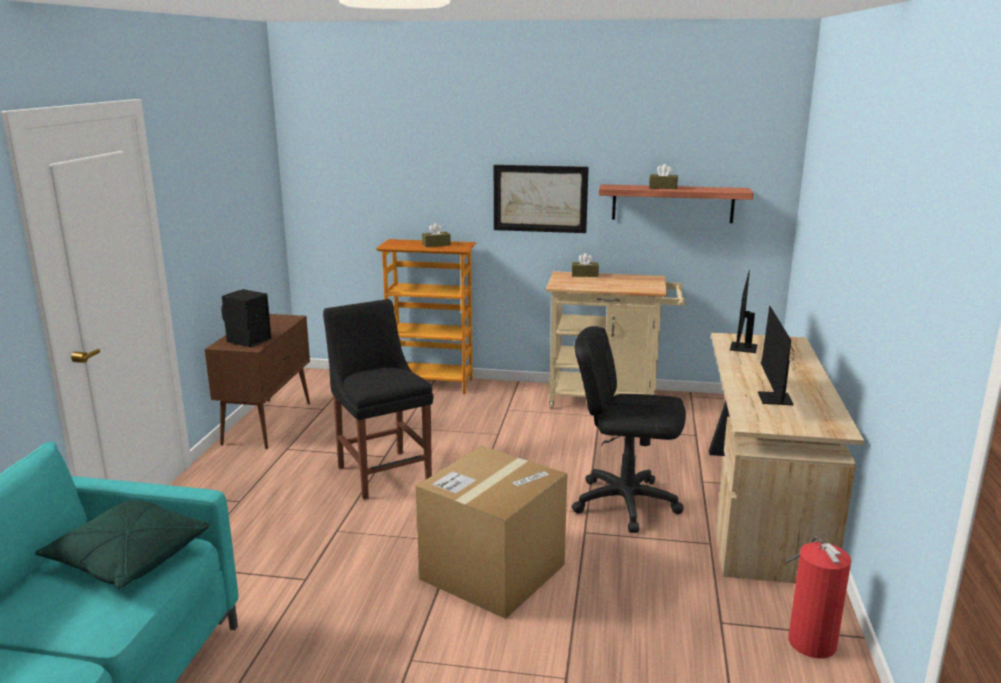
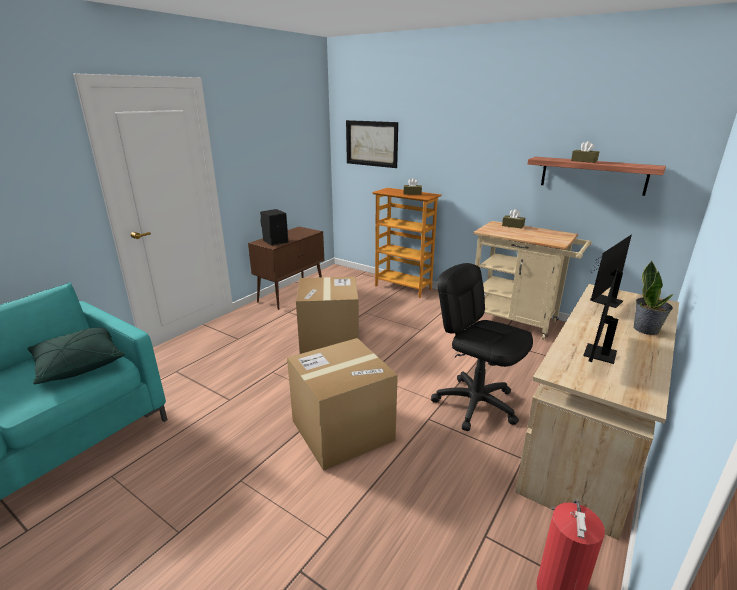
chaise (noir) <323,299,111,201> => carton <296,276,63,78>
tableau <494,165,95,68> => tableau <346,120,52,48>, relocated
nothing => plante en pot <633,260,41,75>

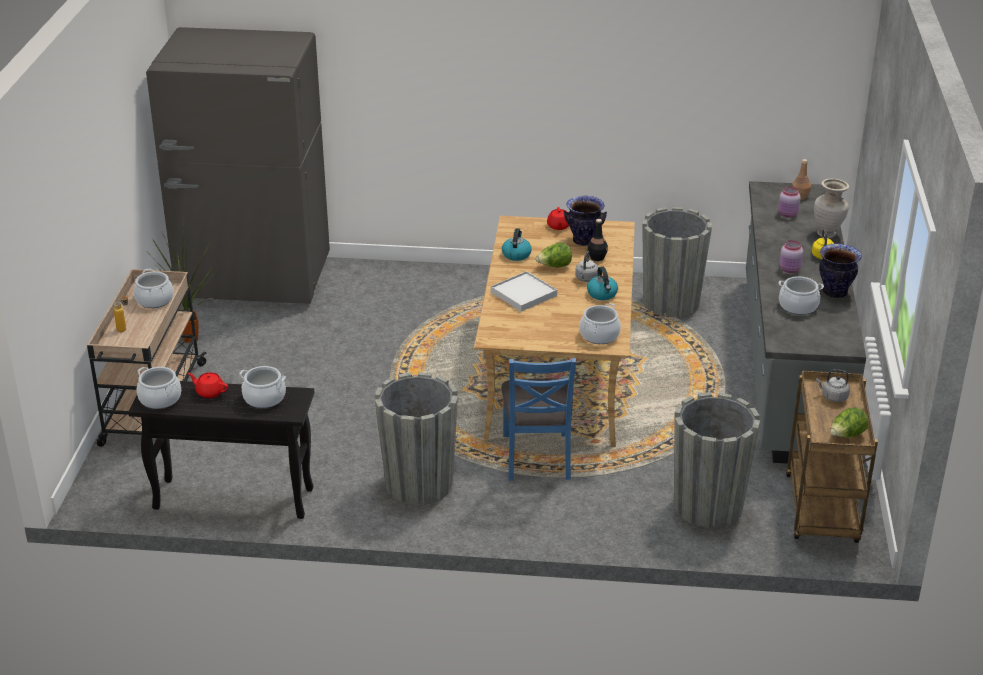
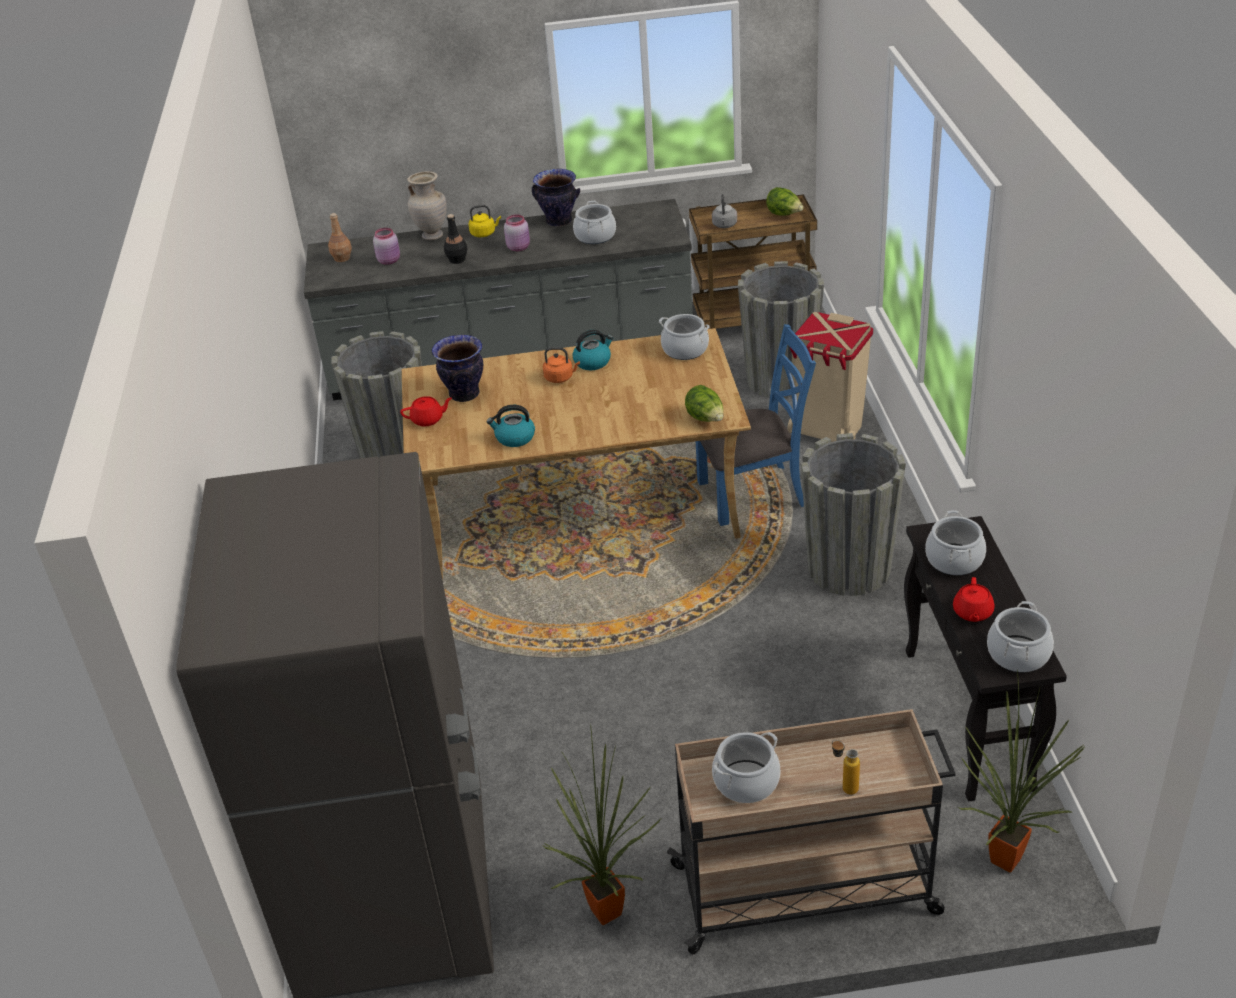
bouteille (noir) <588,219,20,42> => bouteille (noir) <444,214,23,50>, relocated
bouilloire (gris) <575,251,24,31> => bouilloire (orange) <543,347,37,36>
laitue <536,243,36,25> => laitue <685,385,39,37>, relocated
nothing => poubelle (beige) <787,312,86,130>
nothing => plante en pot <958,670,127,203>
plateau (blanc) <491,271,66,41> => nothing

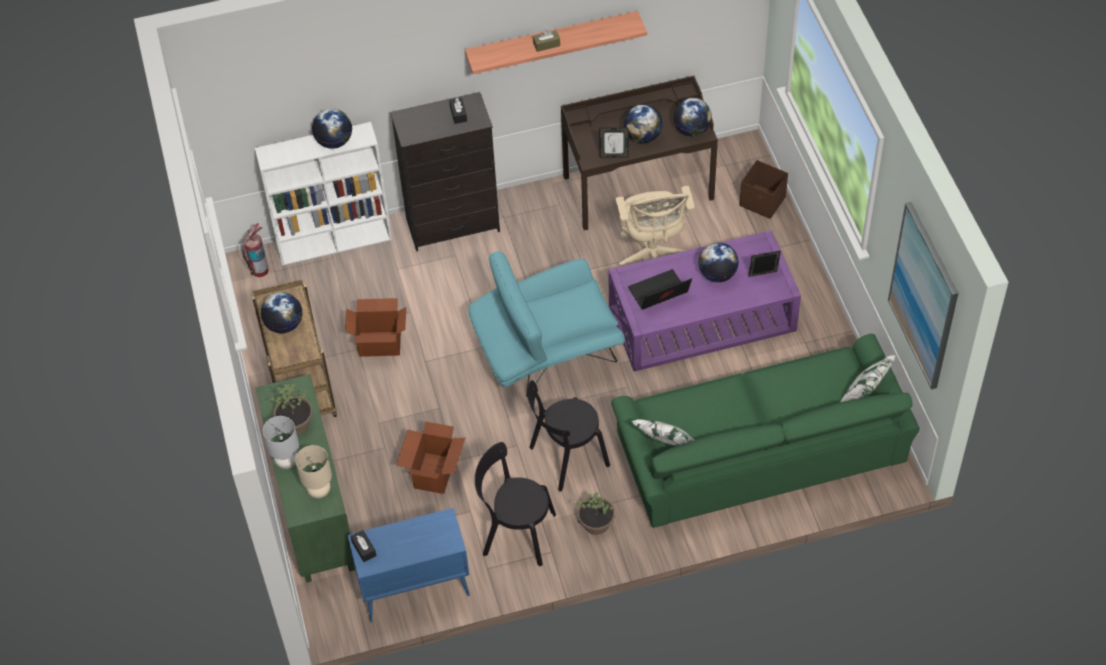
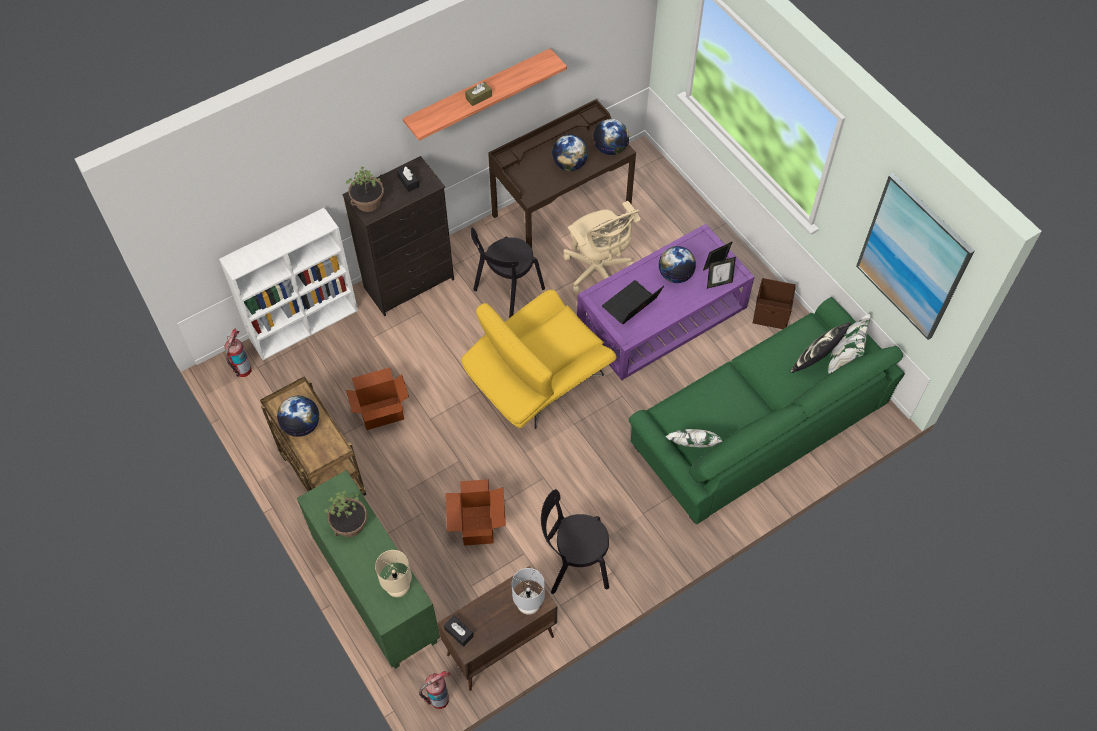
plante en pot <576,492,39,43> => plante en pot <346,167,38,45>, relocated
nothing => extincteur <419,671,32,38>
meuble de rangement (bleu) <348,508,122,114> => meuble de rangement (marron) <438,566,119,125>
fauteuil (turquoise) <468,251,157,146> => fauteuil (jaune) <461,290,156,139>
chaise (noir) <527,380,83,112> => chaise (noir) <471,228,74,90>, relocated
lampe de table (gris) <263,416,36,53> => lampe de table (gris) <512,568,33,47>, relocated
cadre photo <599,128,30,30> => cadre photo <707,257,29,32>, relocated
boîte de rangement (marron) <739,160,49,59> => boîte de rangement (marron) <753,278,43,51>, relocated
nothing => coussin <791,322,60,51>
globe <312,108,40,41> => nothing

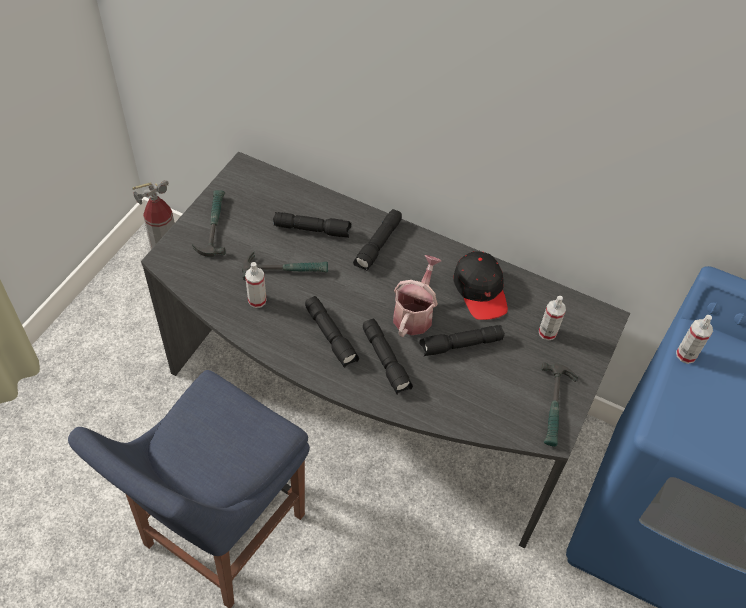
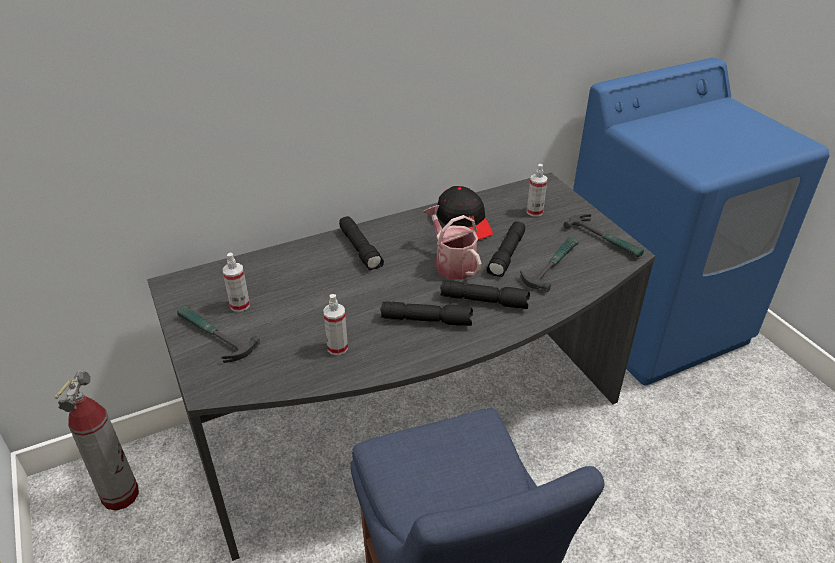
vaporisateur <676,315,37,49> => vaporisateur <223,253,27,59>, relocated
casquette (noir) <453,251,55,69> => casquette (noir) <437,186,56,54>, 45 degrees clockwise
marteau <242,252,86,29> => marteau <520,237,59,55>, relocated
lampe de poche (noir) <273,212,78,26> => nothing

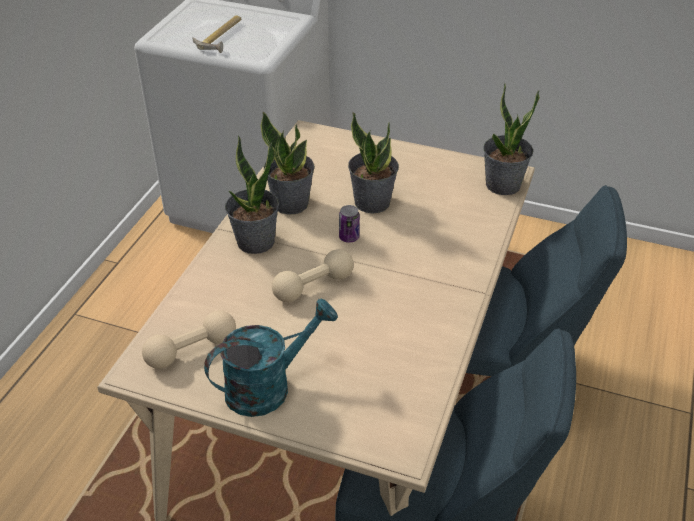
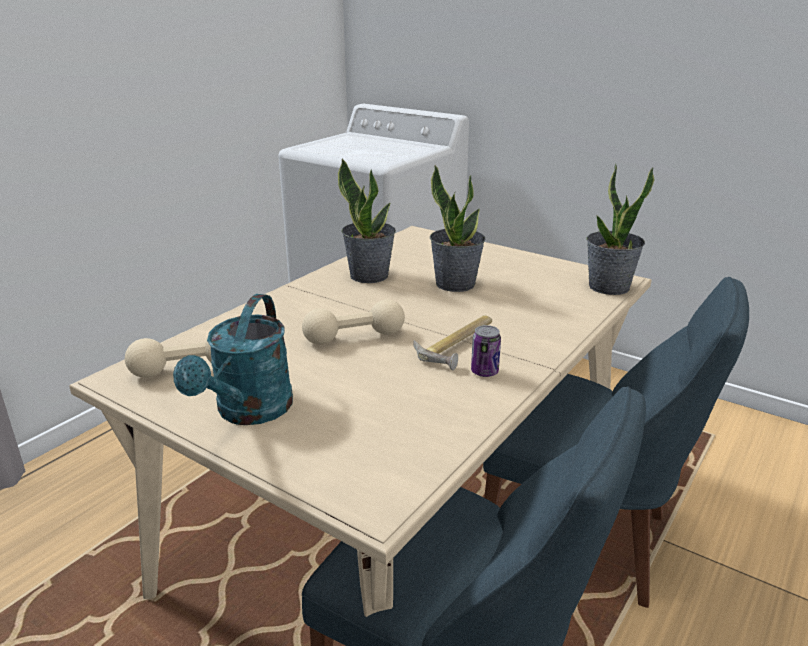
arrosoir (turquoise) <204,299,134,118> => arrosoir (turquoise) <173,294,120,131>, 120 degrees clockwise
marteau <192,15,49,38> => marteau <413,315,79,55>, relocated
boîte métallique <339,205,21,38> => boîte métallique <471,325,30,52>, relocated
plante en pot <225,135,54,119> => nothing

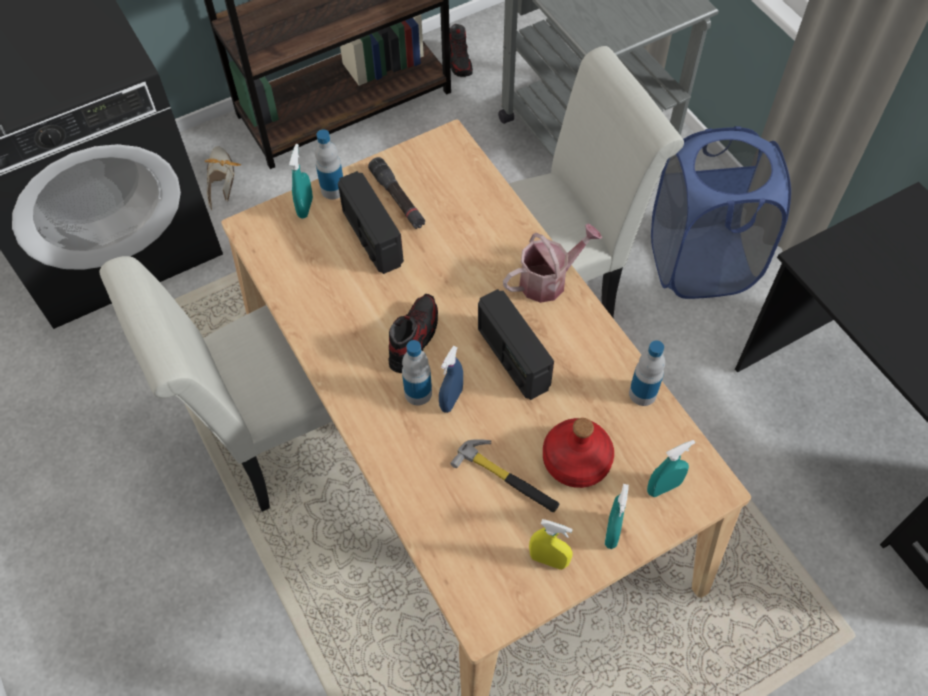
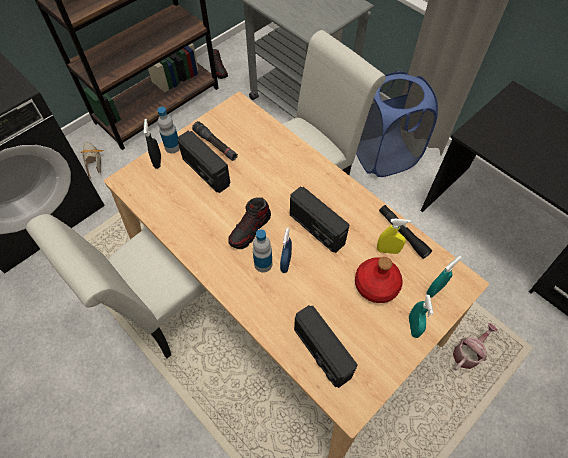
vaporisateur (turquoise) <289,144,24,75> => vaporisateur (noir) <144,119,17,50>
chaussure <388,294,50,79> => chaussure <228,197,43,52>, 150 degrees counterclockwise
nothing => radio <294,305,64,83>
vaporisateur (jaune) <529,519,44,51> => vaporisateur (jaune) <377,219,34,35>, relocated
bouteille <629,340,36,66> => lampe de poche (noir) <379,205,53,54>
arrosoir <503,224,99,79> => arrosoir <453,323,45,48>, relocated
marteau <450,439,110,73> => nothing

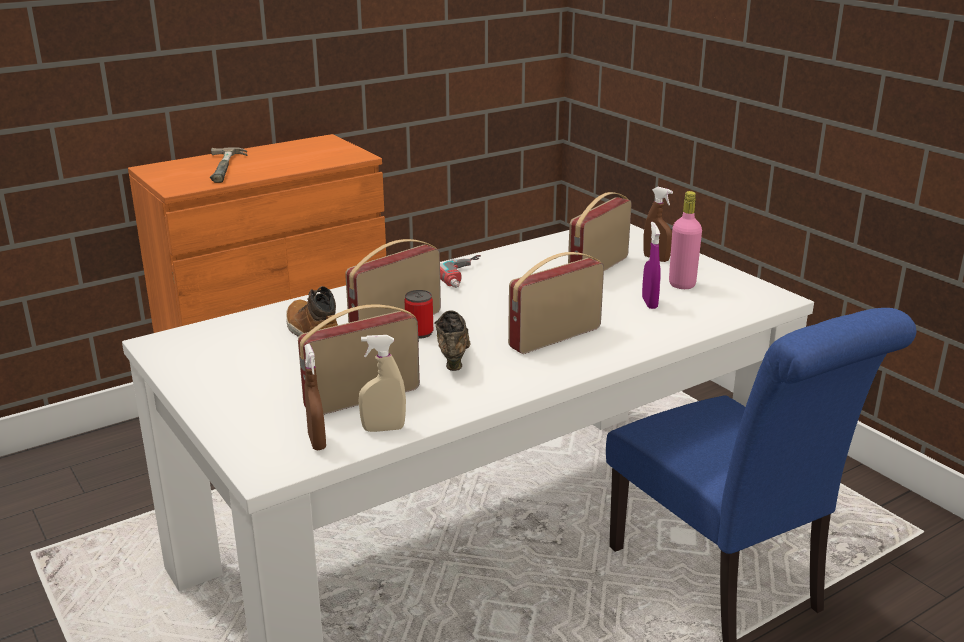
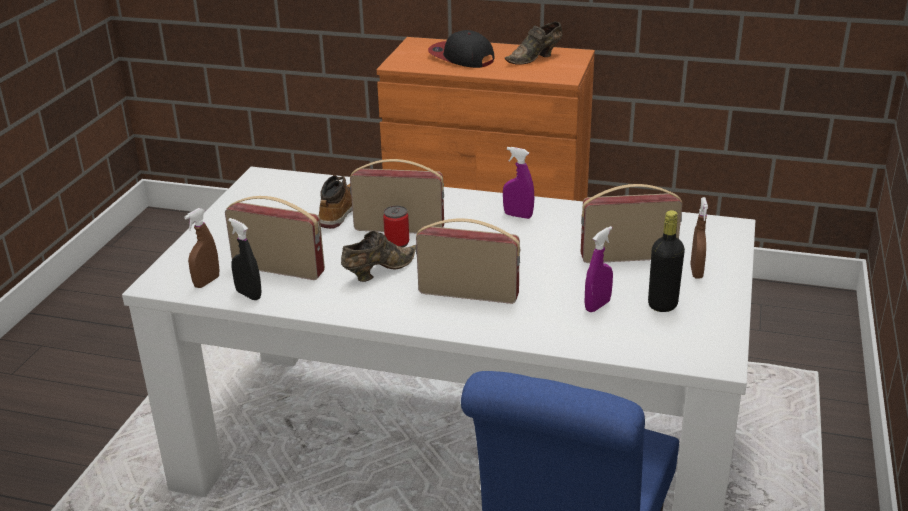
vaporisateur (beige) <359,335,47,97> => vaporisateur (noir) <228,218,34,82>
marteau <210,147,38,36> => casquette <428,30,66,38>
perceuse <440,255,41,33> => vaporisateur (violet) <503,147,31,72>
nothing => chaussure (marron) <505,21,57,44>
bouteille (rose) <669,191,33,98> => bouteille (noir) <648,210,37,102>

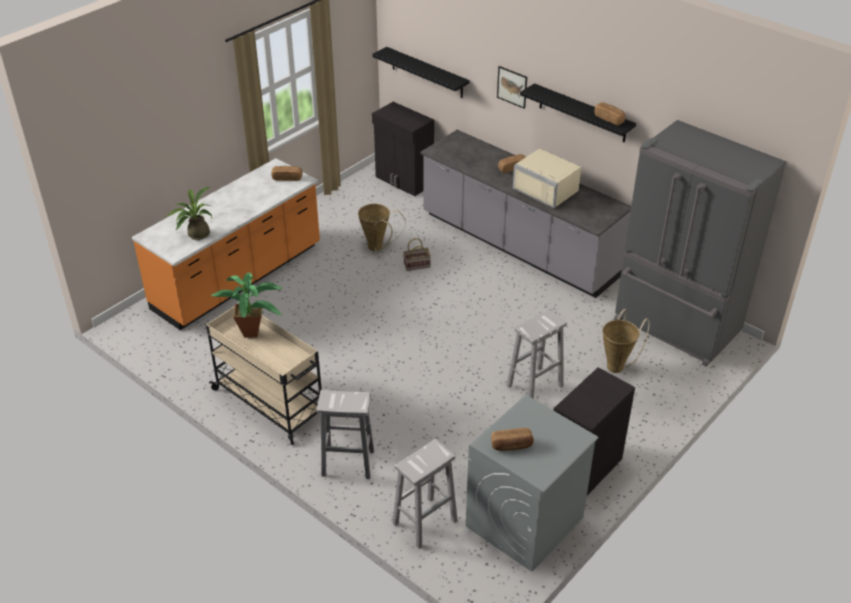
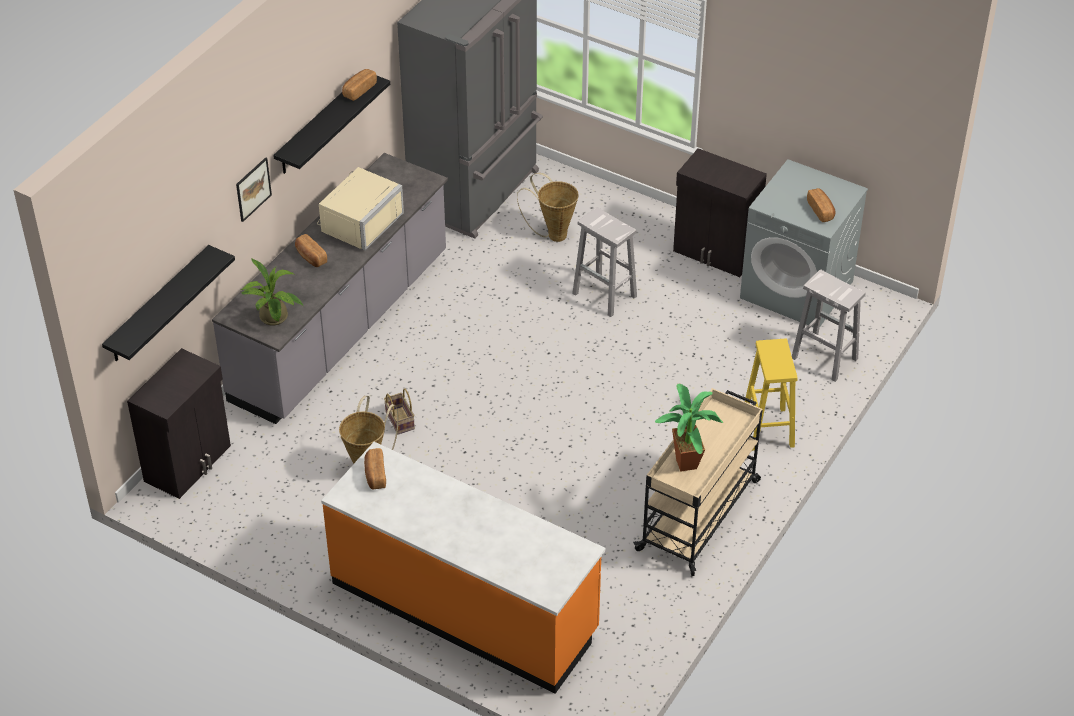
plante en pot <165,187,47,53> => plante en pot <240,258,64,67>, relocated
tabouret (blanc) <316,390,58,89> => tabouret (jaune) <745,339,53,112>

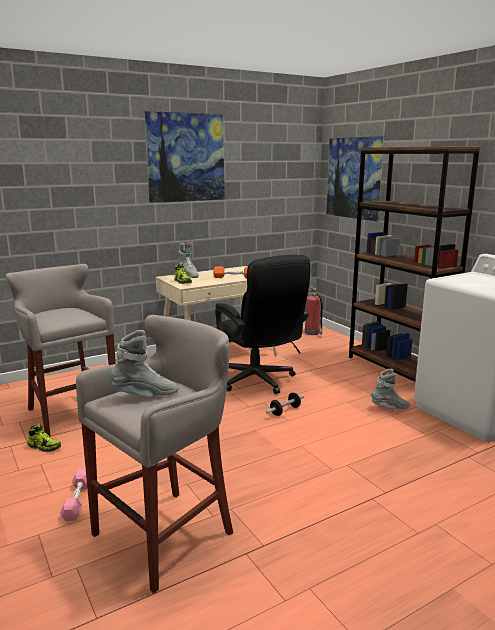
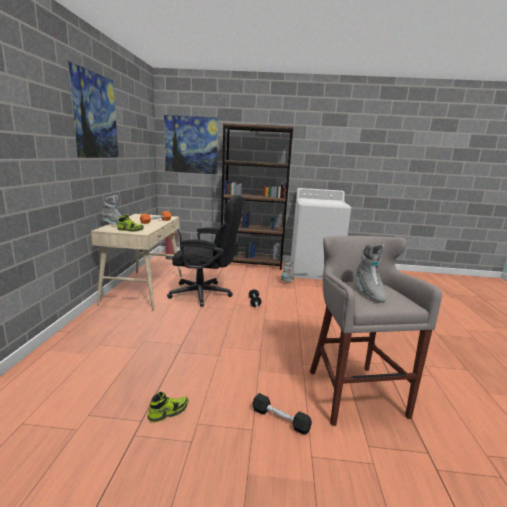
haltère (rose) <60,469,27,52> => haltère (noir) <252,393,60,42>
botte (gris) <110,330,69,67> => botte (gris) <355,244,31,59>, 150 degrees clockwise
tabouret (gris) <6,264,110,173> => nothing

